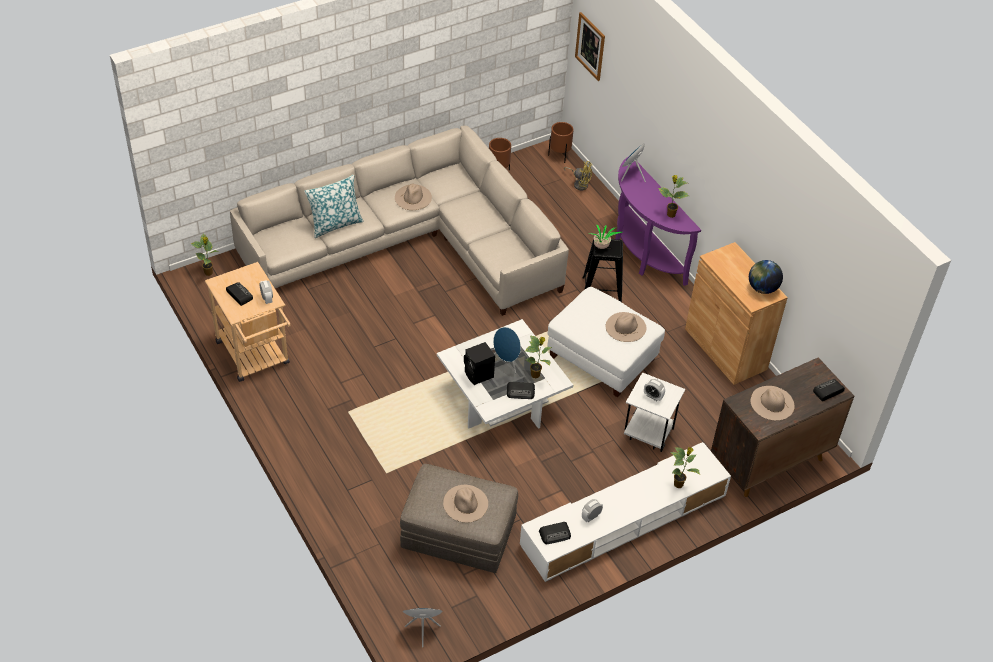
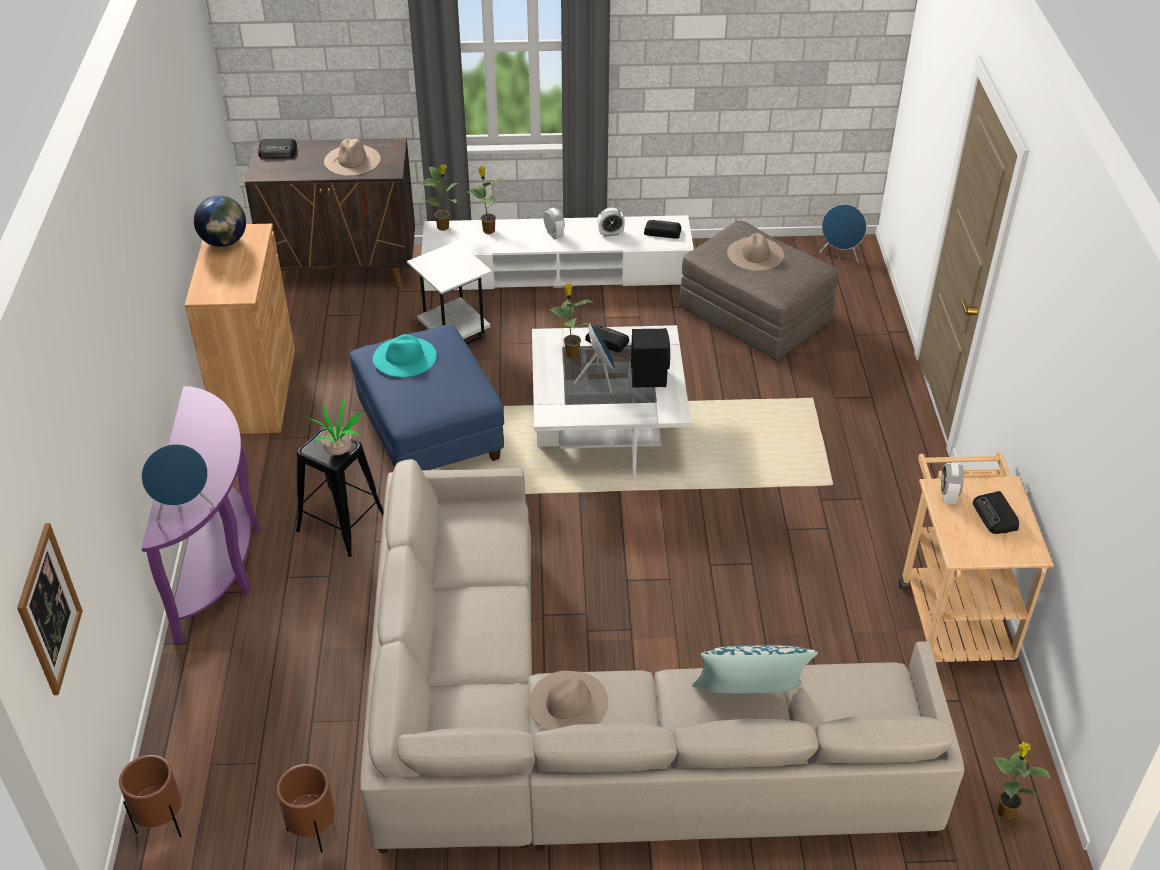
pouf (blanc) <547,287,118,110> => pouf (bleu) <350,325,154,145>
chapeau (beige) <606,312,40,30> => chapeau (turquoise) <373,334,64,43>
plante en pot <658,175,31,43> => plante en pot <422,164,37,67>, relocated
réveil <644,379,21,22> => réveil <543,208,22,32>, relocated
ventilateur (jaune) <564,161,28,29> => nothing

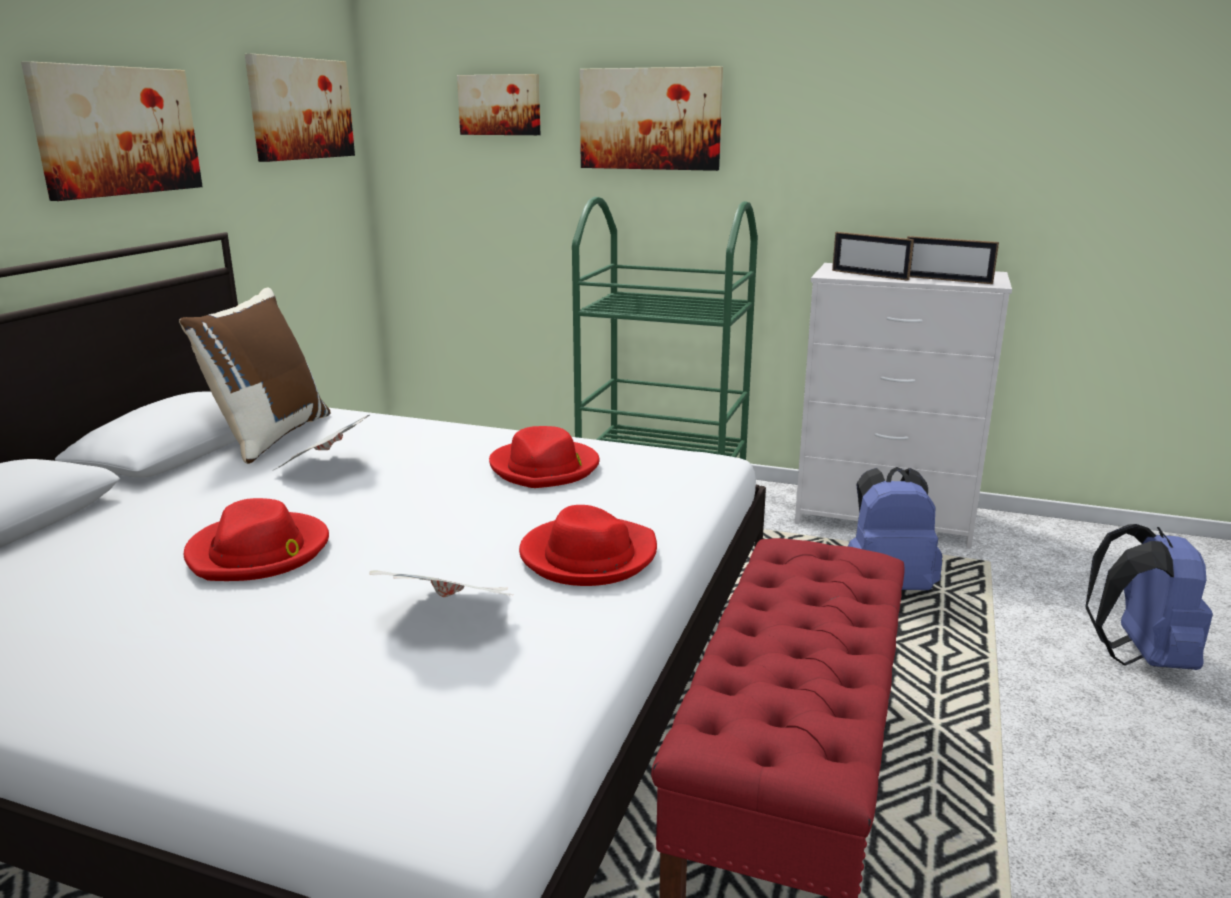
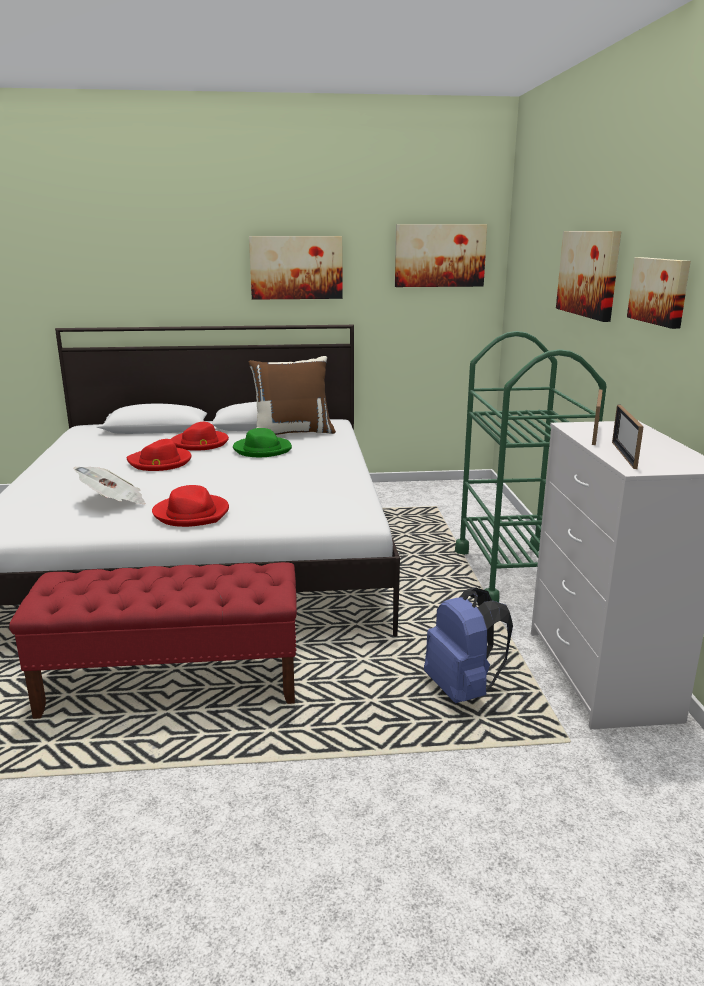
chapeau (rouge) <489,426,110,62> => chapeau (rouge) <170,422,59,29>, relocated
journal <272,415,98,56> => chapeau (vert) <233,428,59,29>
tableau <457,74,83,61> => tableau <627,257,64,72>, relocated
sac à dos (bleu) <1085,524,128,146> => nothing

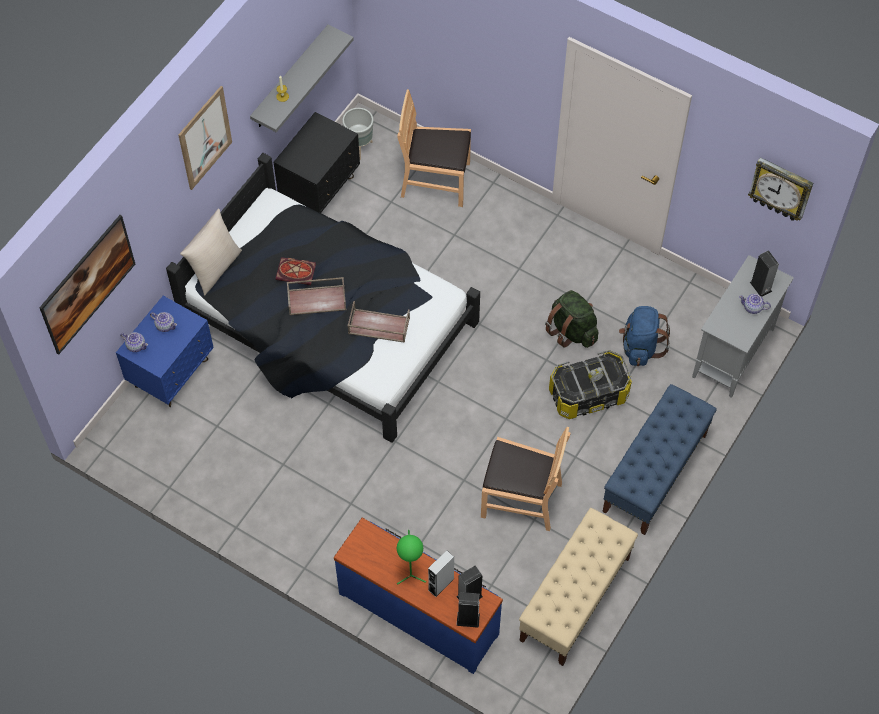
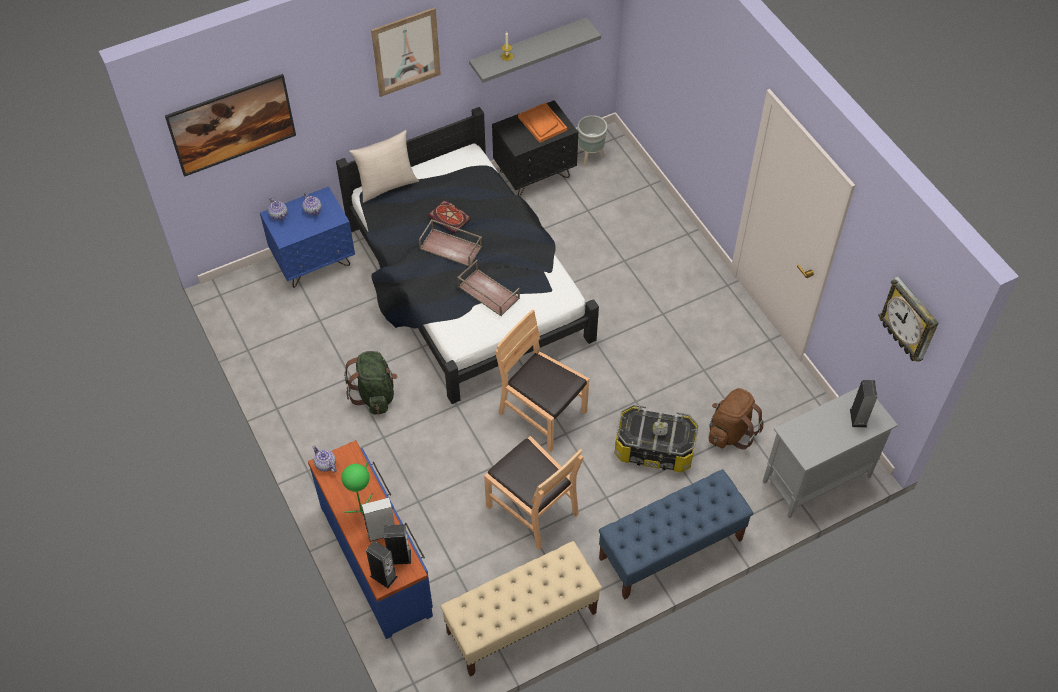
théière <739,294,32,20> => théière <312,445,25,28>, relocated
sac à dos (vert) <545,290,53,58> => sac à dos (vert) <344,351,54,64>, relocated
chaise (marron) <397,89,74,118> => chaise (marron) <495,310,94,142>, relocated
nothing => plateau (orange) <518,102,49,41>
sac à dos (bleu) <619,306,51,60> => sac à dos (marron) <709,388,55,62>

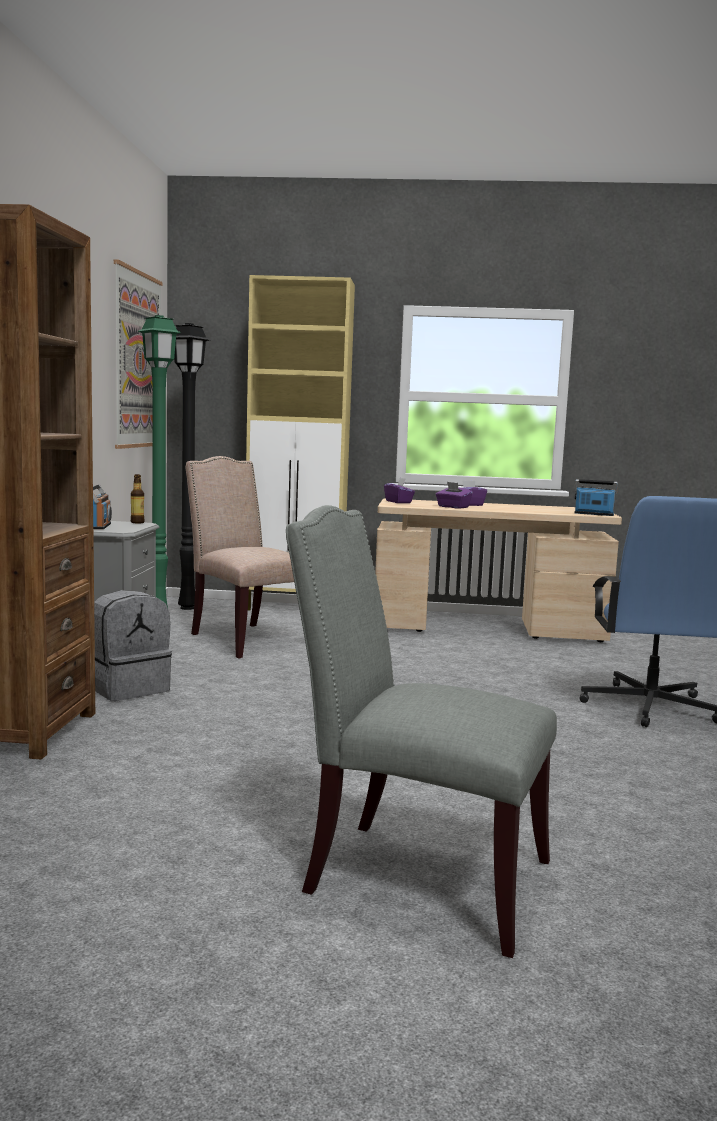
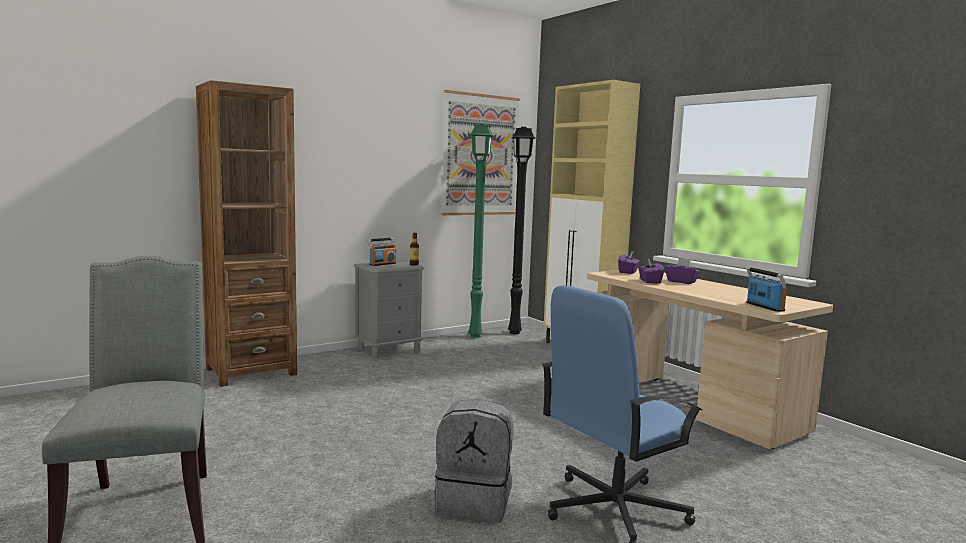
sac à dos (gris) <94,590,78,111> => sac à dos (gris) <434,399,80,124>, relocated
chaise (beige) <185,456,109,203> => nothing

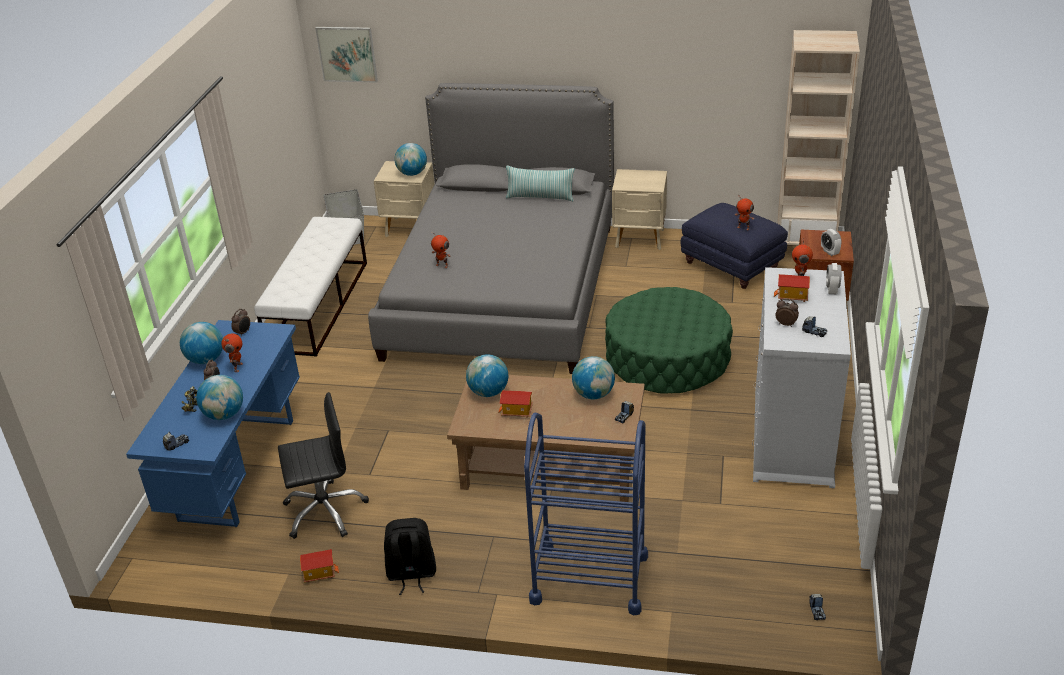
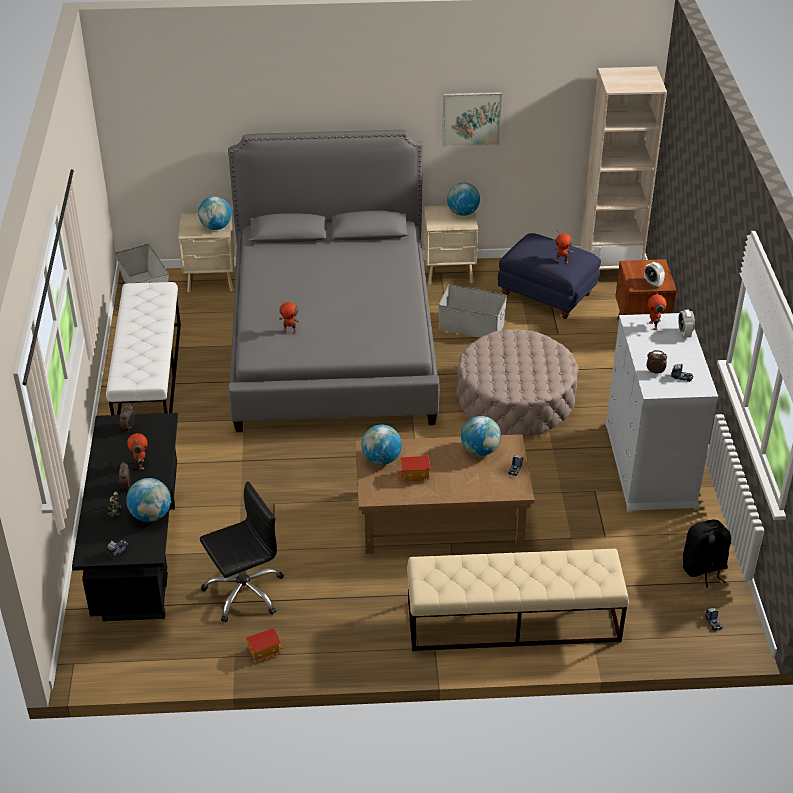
bureau (bleu) <126,320,174,207> => bureau (noir) <72,413,106,209>
chariot (bleu) <524,413,124,202> => banc (beige) <407,549,222,102>
nothing => boîte de rangement (gris) <438,284,69,54>
tableau <315,27,63,56> => tableau <442,92,60,55>, relocated
globe <180,322,43,42> => globe <447,182,33,34>, relocated
pouf (vert) <605,287,128,106> => pouf (beige) <456,329,123,107>
sac à dos (noir) <384,518,52,77> => sac à dos (noir) <683,519,48,69>, relocated
coussin <506,166,69,36> => nothing
maison miniature <774,274,36,28> => nothing

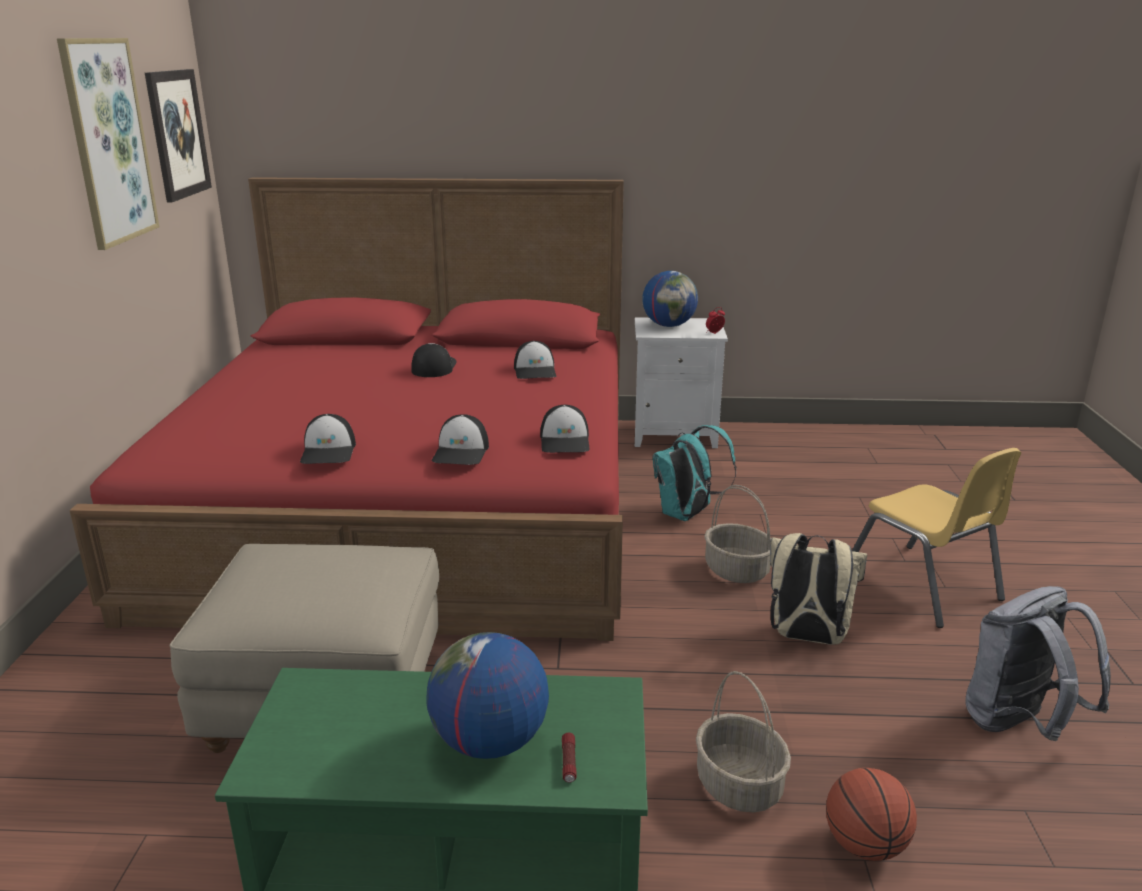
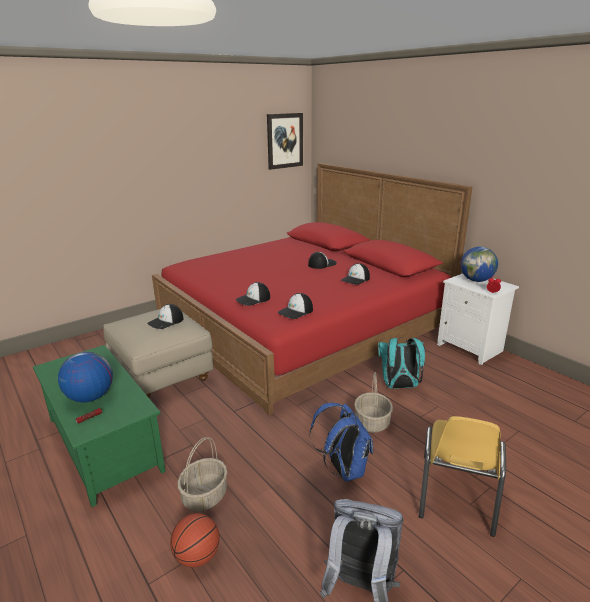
casquette <300,414,56,50> => casquette <147,304,37,25>, relocated
sac à dos (beige) <770,533,97,112> => sac à dos (bleu) <310,403,63,79>
tableau <57,38,103,212> => nothing

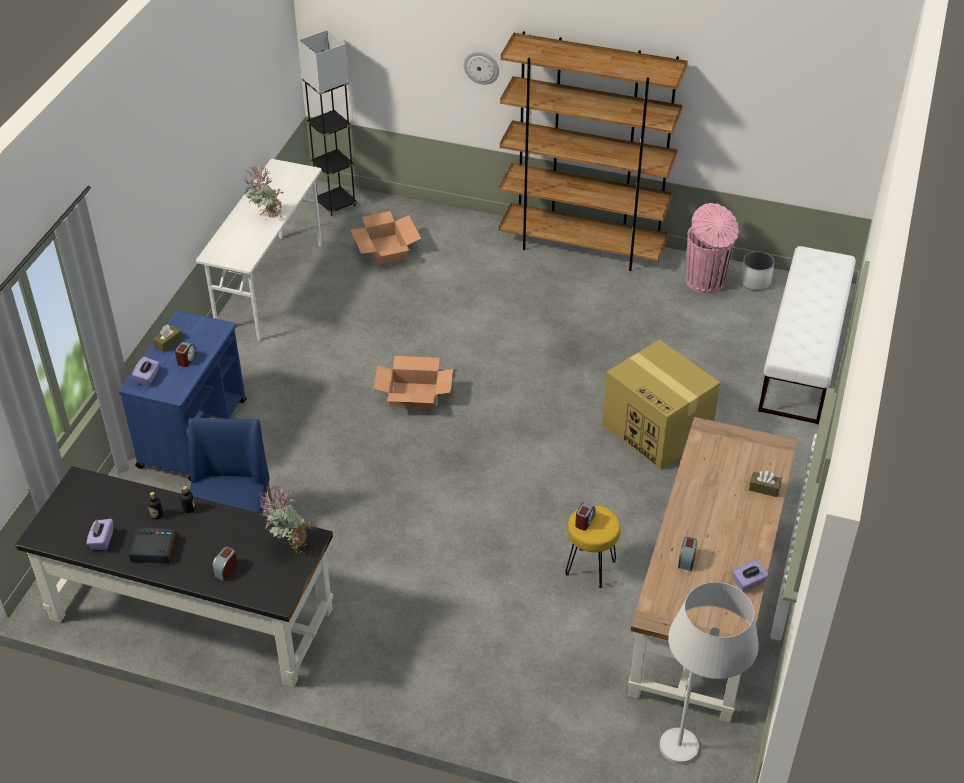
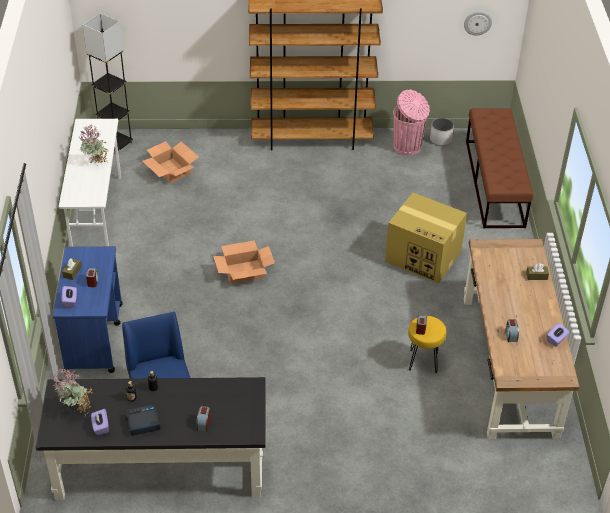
plante en pot <258,486,54,69> => plante en pot <51,368,43,46>, relocated
horloge murale <464,51,35,34> => horloge murale <464,12,28,23>, relocated
banc (blanc) <758,246,98,179> => banc (marron) <466,108,67,121>
lampadaire (blanc) <660,582,99,182> => nothing

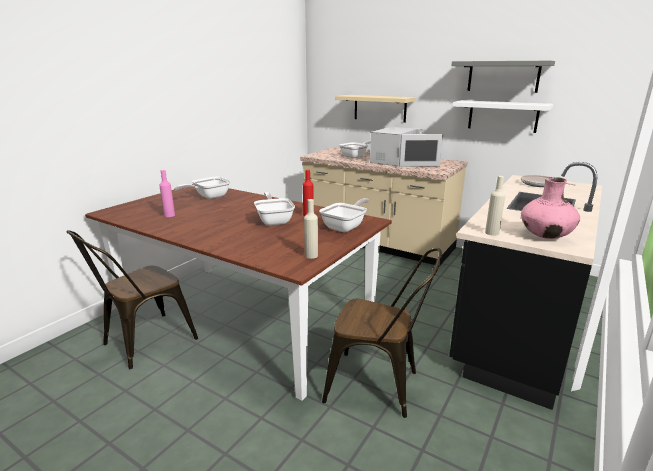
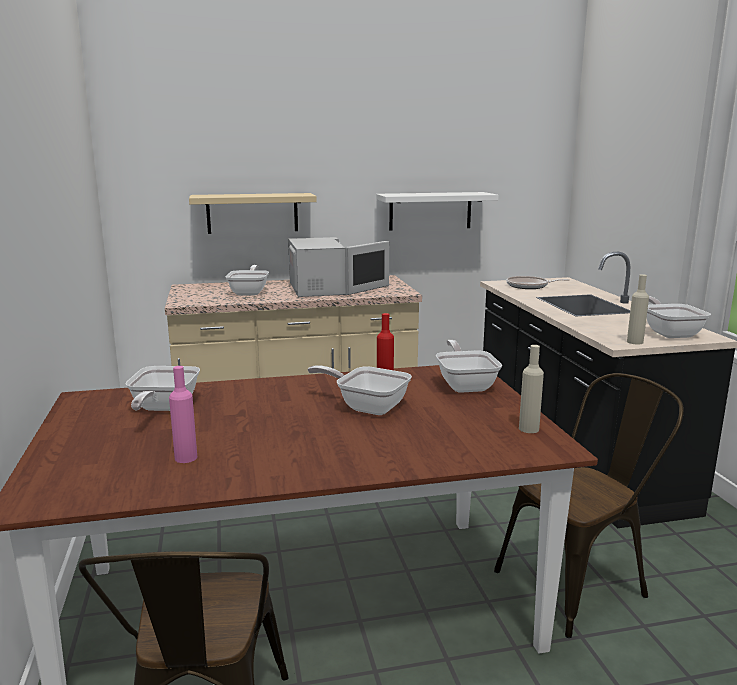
vase (rose) <521,177,59,62> => poêle <647,296,64,42>
étagère (gris) <452,61,103,32> => nothing

